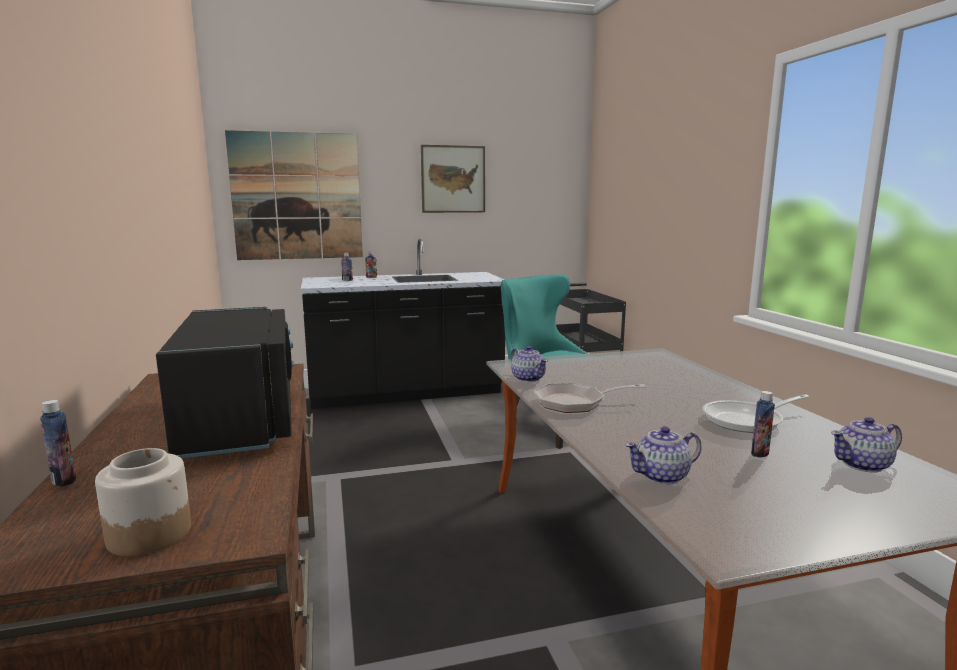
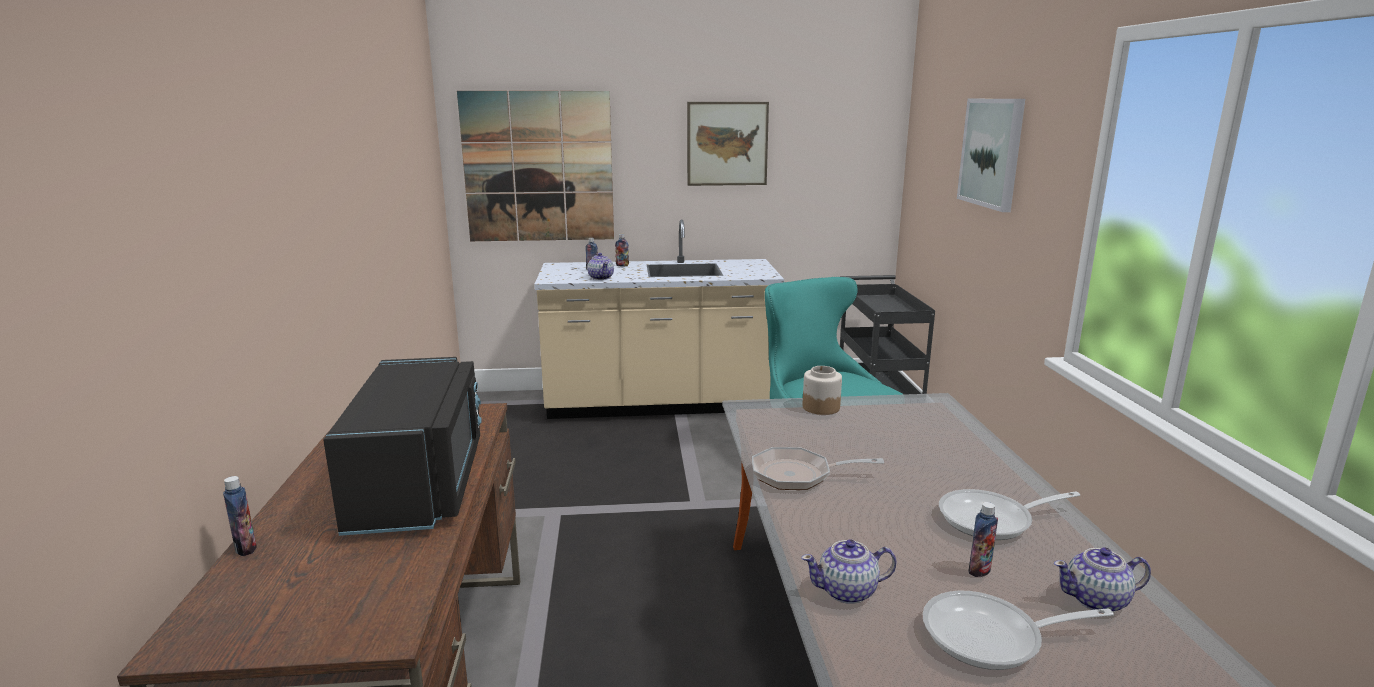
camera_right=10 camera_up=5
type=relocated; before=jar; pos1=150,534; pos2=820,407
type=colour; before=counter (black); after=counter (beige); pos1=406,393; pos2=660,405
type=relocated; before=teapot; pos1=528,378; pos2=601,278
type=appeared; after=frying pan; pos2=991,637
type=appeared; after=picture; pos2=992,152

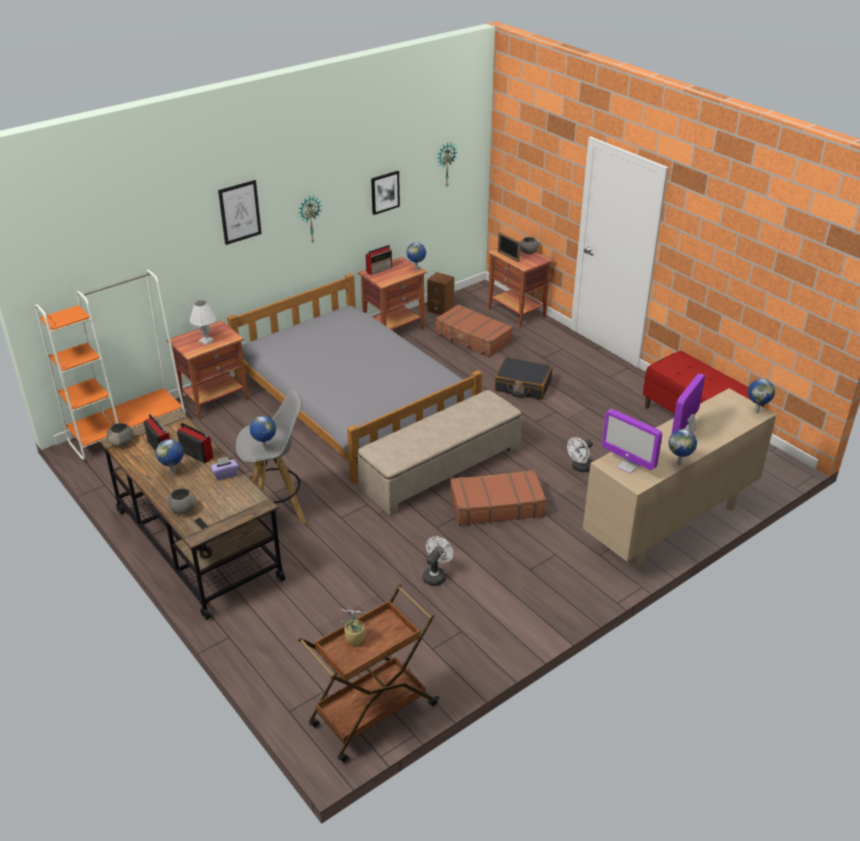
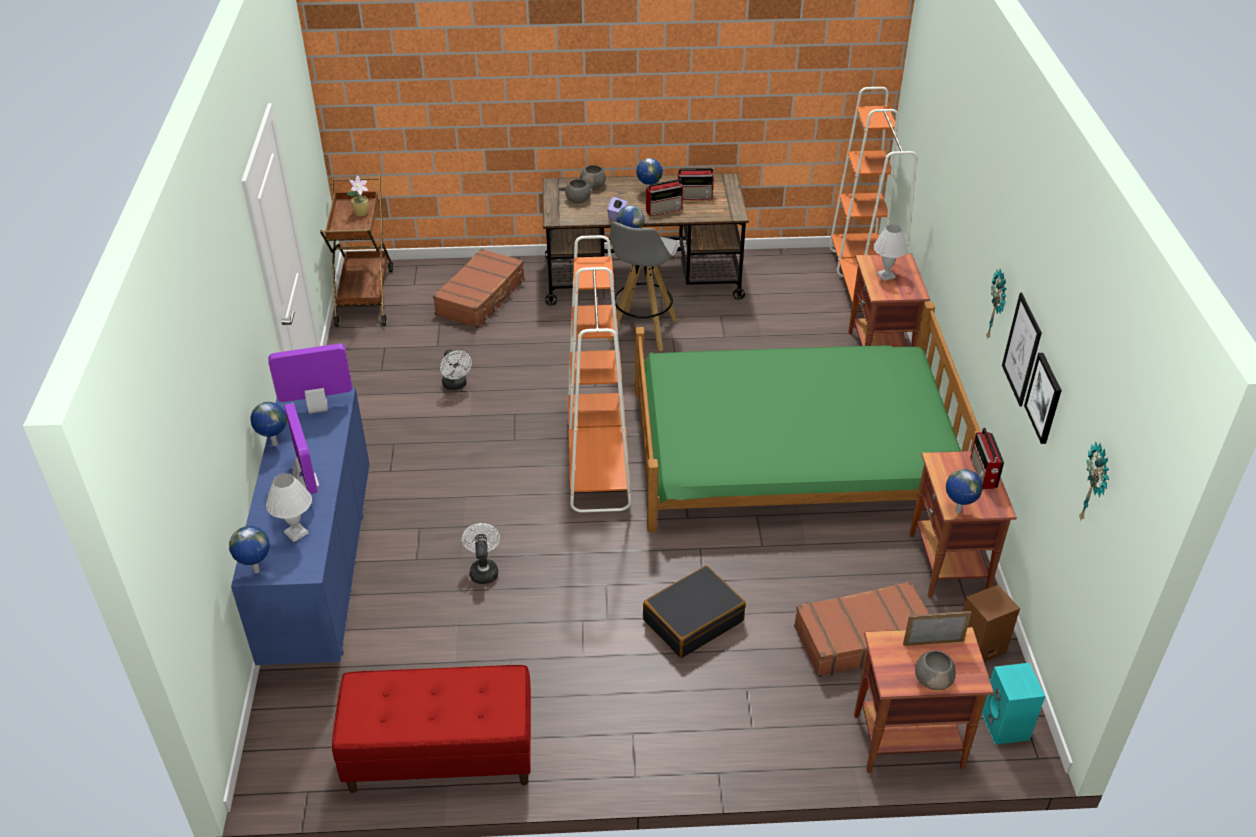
camera_right=125 camera_up=5
type=relocated; before=bowl (grey); pos1=122,443; pos2=578,200
type=relocated; before=picture; pos1=240,212; pos2=1022,349
type=colour; before=bed (grey); after=bed (green); pos1=355,401; pos2=790,452
type=exchanged; before=bench (beige); after=clothes rack (orange); pos1=441,468; pos2=598,460
type=relocated; before=suitcase (brown); pos1=496,506; pos2=481,297
type=colour; before=dresser (beige); after=dresser (blue); pos1=670,524; pos2=322,583
type=appeared; after=table lamp (white); pos2=296,532
type=appeared; after=speaker (turquoise); pos2=1006,726

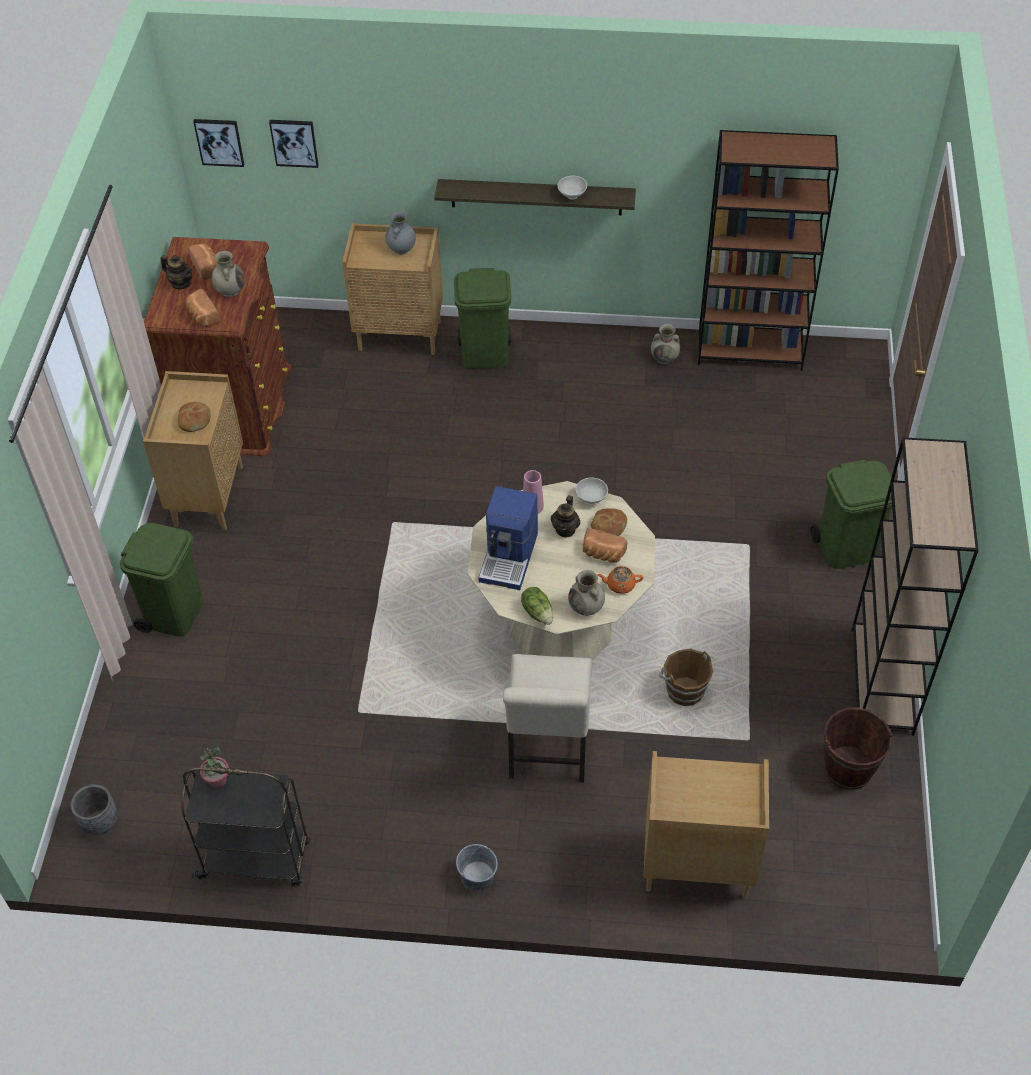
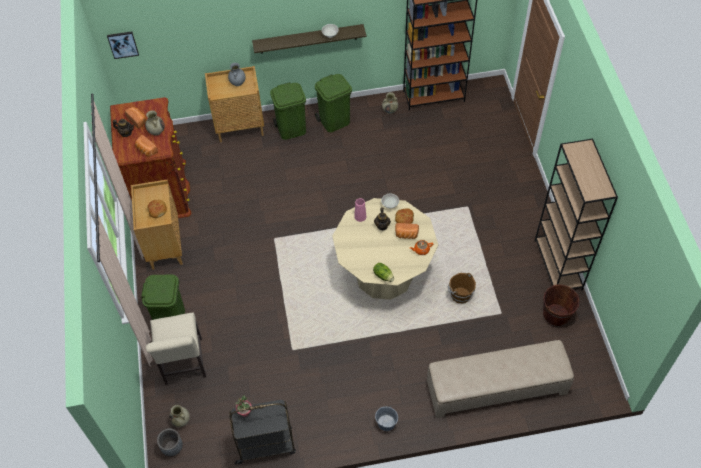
camera_right=-15 camera_up=5
type=missing; before=picture; pos1=294,142
type=missing; before=coffee machine; pos1=509,557
type=relocated; before=chair (beige); pos1=547,751; pos2=183,365
type=relocated; before=vase (beige); pos1=586,608; pos2=181,420
type=exchanged; before=cabinet (brown); after=bench (beige); pos1=696,866; pos2=496,387
type=relocated; before=trash can (green); pos1=847,548; pos2=335,121

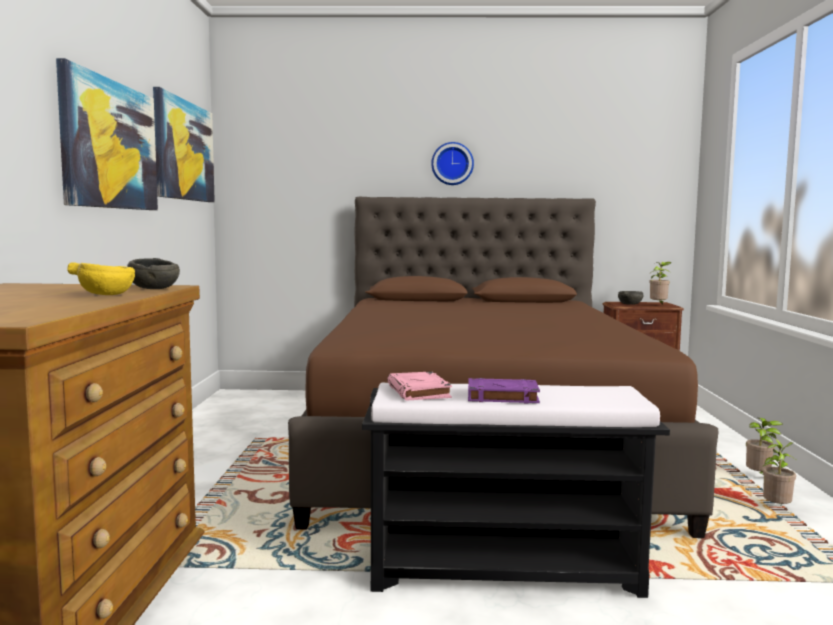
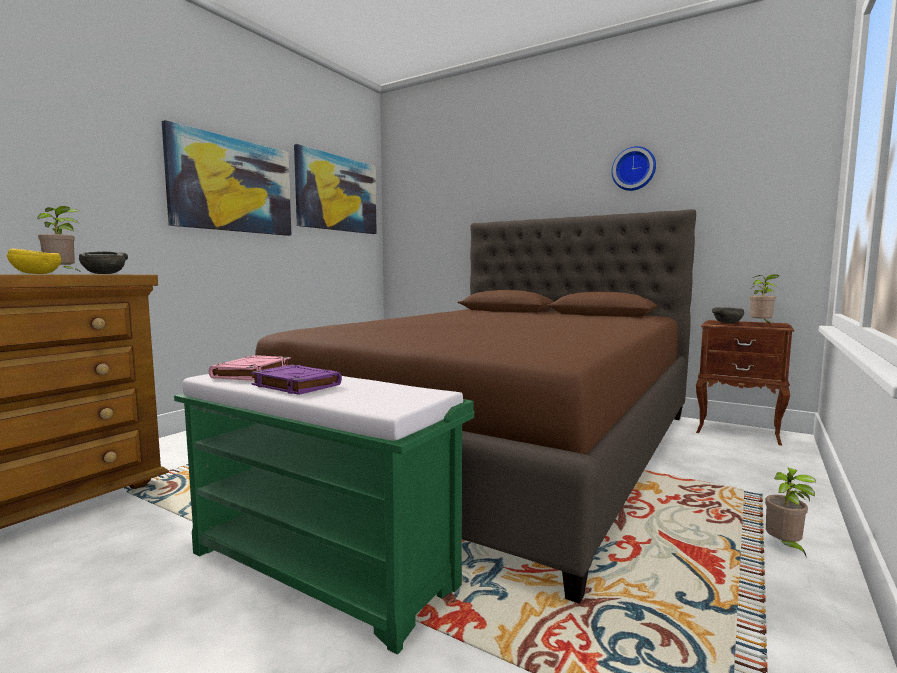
camera_right=30 camera_up=0
type=colour; before=bench (black); after=bench (green); pos1=506,569; pos2=322,569
type=relocated; before=wall clock; pos1=452,164; pos2=634,169
type=relocated; before=potted plant; pos1=776,508; pos2=62,274

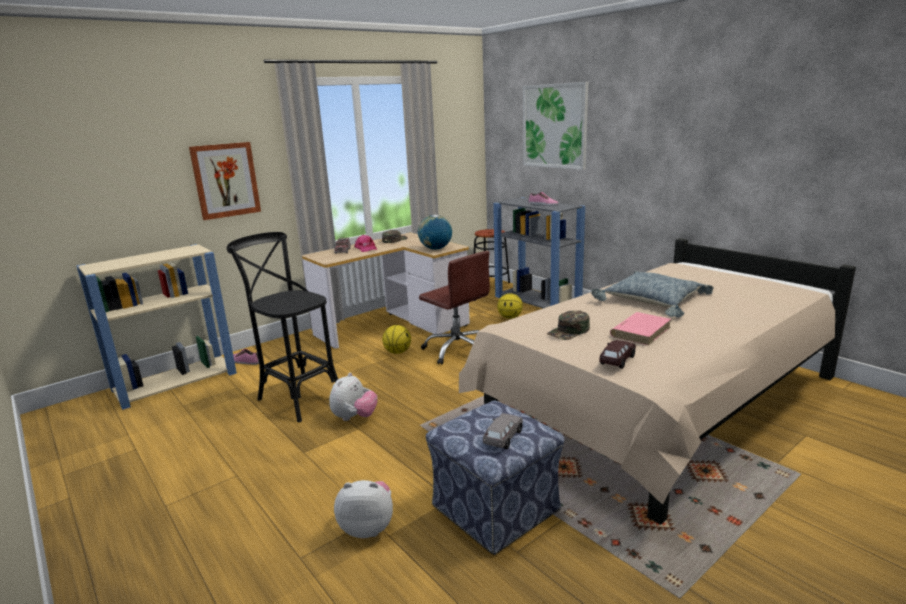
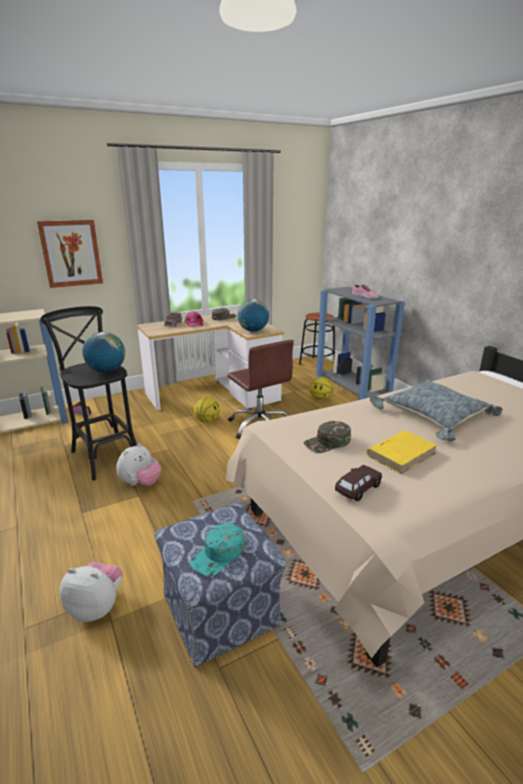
camera_right=10 camera_up=5
type=exchanged; before=toy car (grey); after=cap (turquoise); pos1=503,438; pos2=219,554
type=missing; before=picture; pos1=554,126
type=colour; before=book (pink); after=book (yellow); pos1=640,331; pos2=401,453
type=appeared; after=globe; pos2=107,371

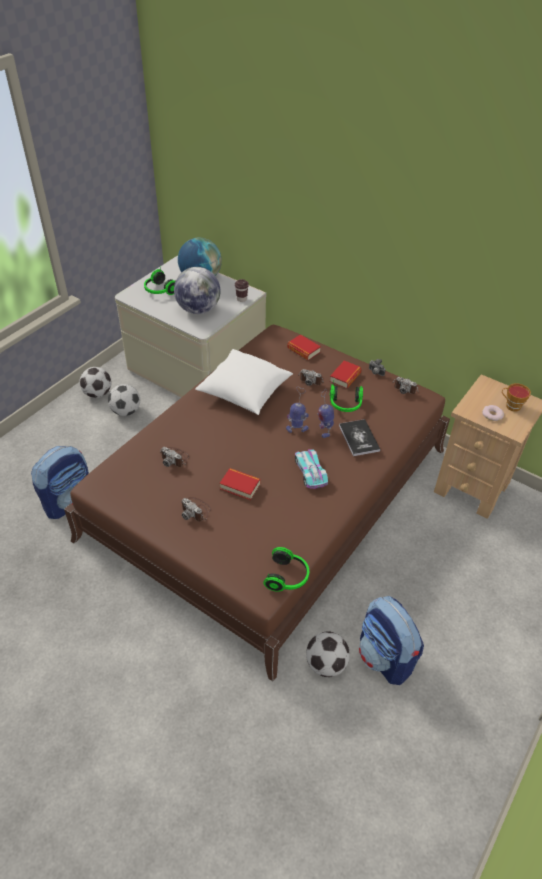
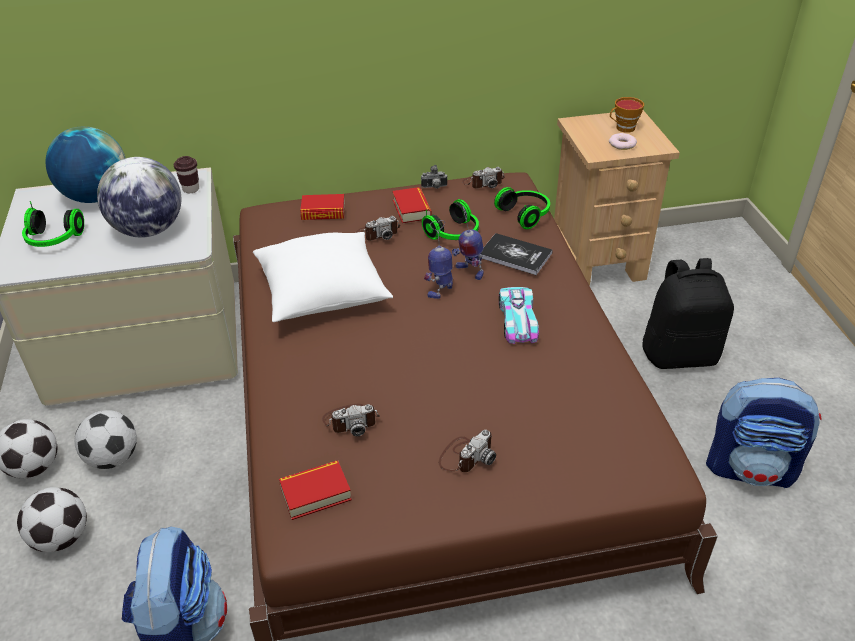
camera_right=-45 camera_up=-5
type=spun; before=photo camera; pos1=196,510; pos2=466,455; turn=-45
type=relocated; before=book; pos1=240,486; pos2=315,493
type=relocated; before=headphones; pos1=287,577; pos2=525,214
type=spun; before=toy car; pos1=310,471; pos2=518,320; turn=-120
type=relocated; before=football; pos1=325,664; pos2=61,538
type=appeared; after=backpack (black); pos2=679,354

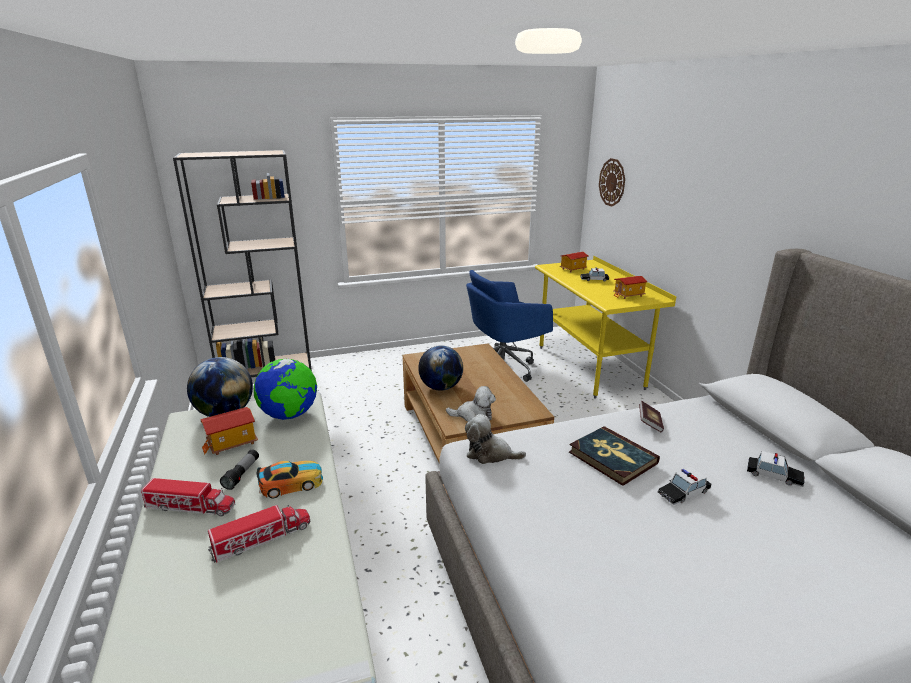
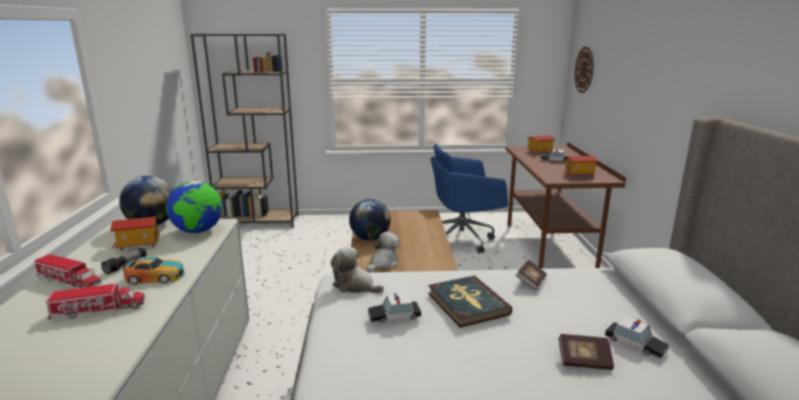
camera_right=15 camera_up=-5
type=spun; before=plush toy; pos1=473,416; pos2=383,263; turn=-75
type=colour; before=desk (yellow); after=desk (brown); pos1=589,367; pos2=549,248
type=relocated; before=toy car; pos1=683,492; pos2=394,316
type=appeared; after=book; pos2=584,361

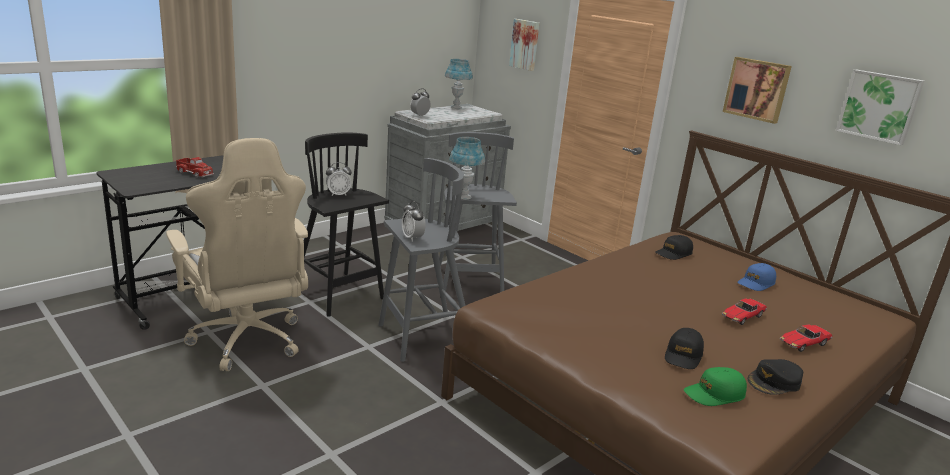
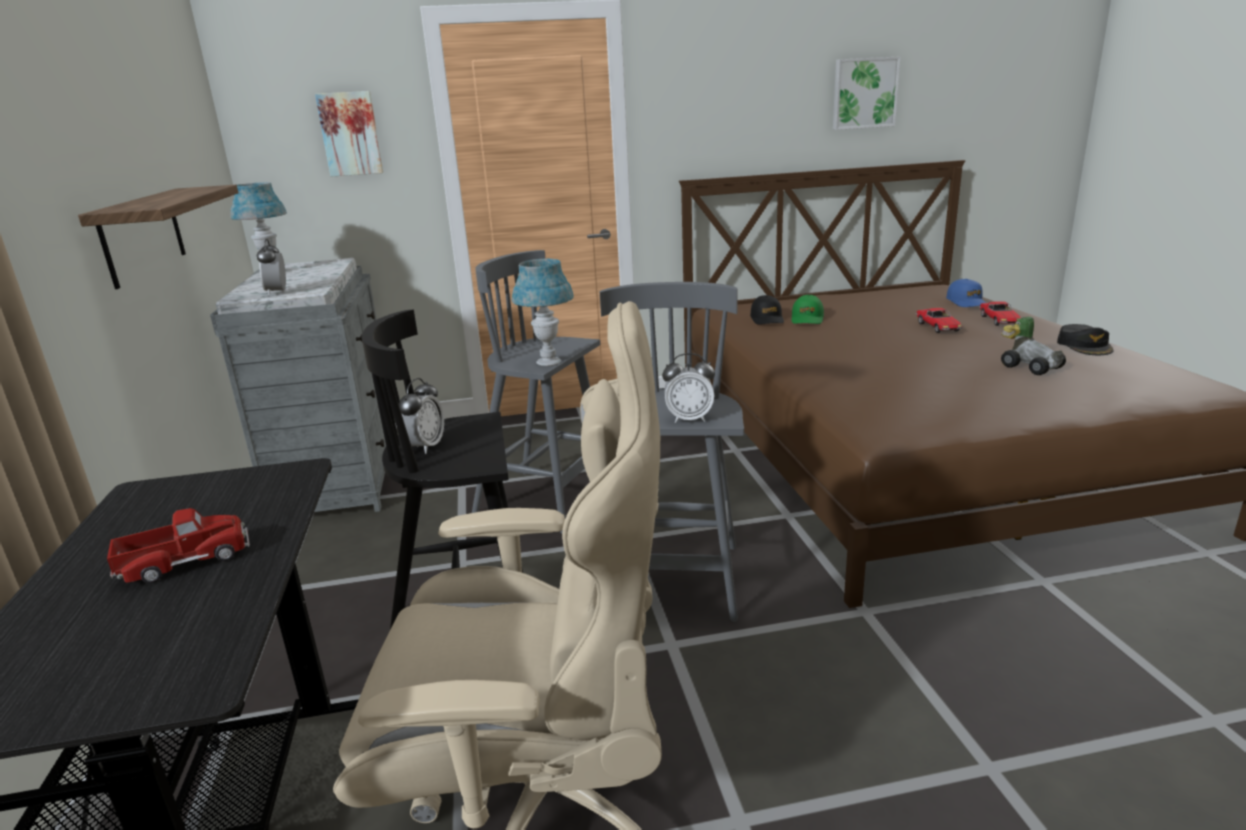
camera_right=-55 camera_up=0
type=exchanged; before=cap (black); after=toy car; pos1=683,355; pos2=1029,366
type=relocated; before=cap (green); pos1=714,394; pos2=807,319
type=missing; before=picture; pos1=757,89
type=relocated; before=cap (blue); pos1=756,283; pos2=967,302
type=appeared; after=shelf; pos2=143,235

